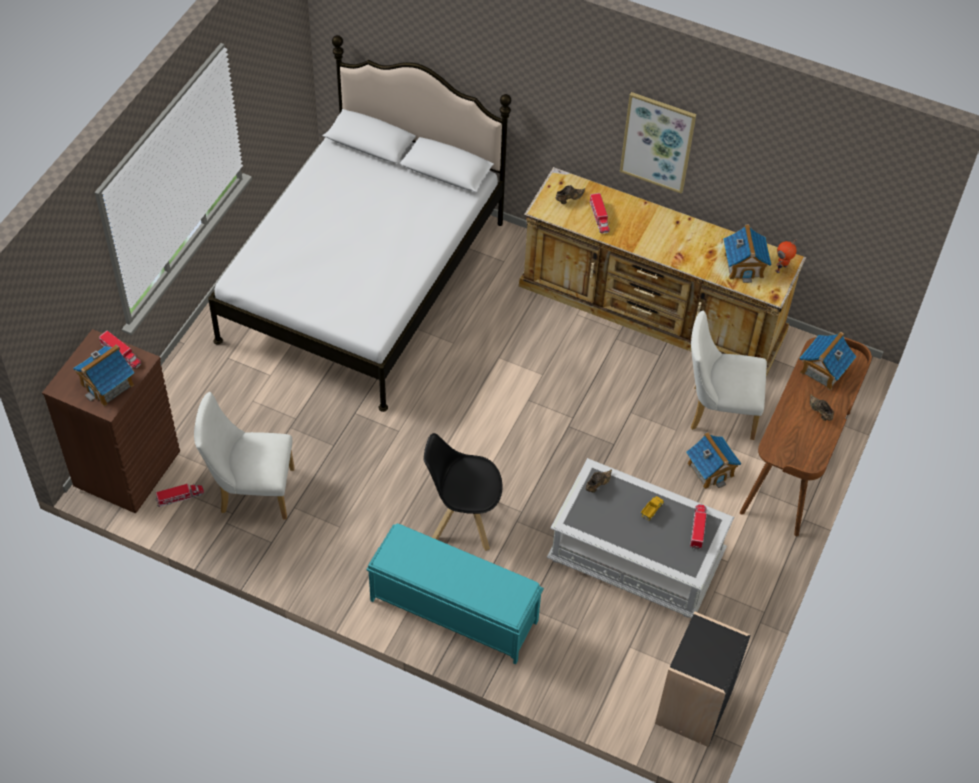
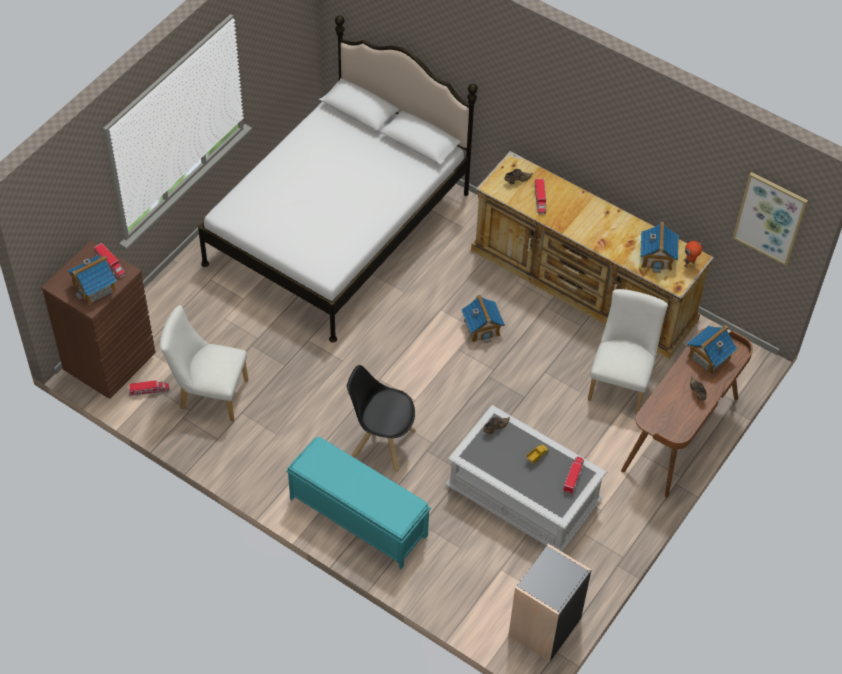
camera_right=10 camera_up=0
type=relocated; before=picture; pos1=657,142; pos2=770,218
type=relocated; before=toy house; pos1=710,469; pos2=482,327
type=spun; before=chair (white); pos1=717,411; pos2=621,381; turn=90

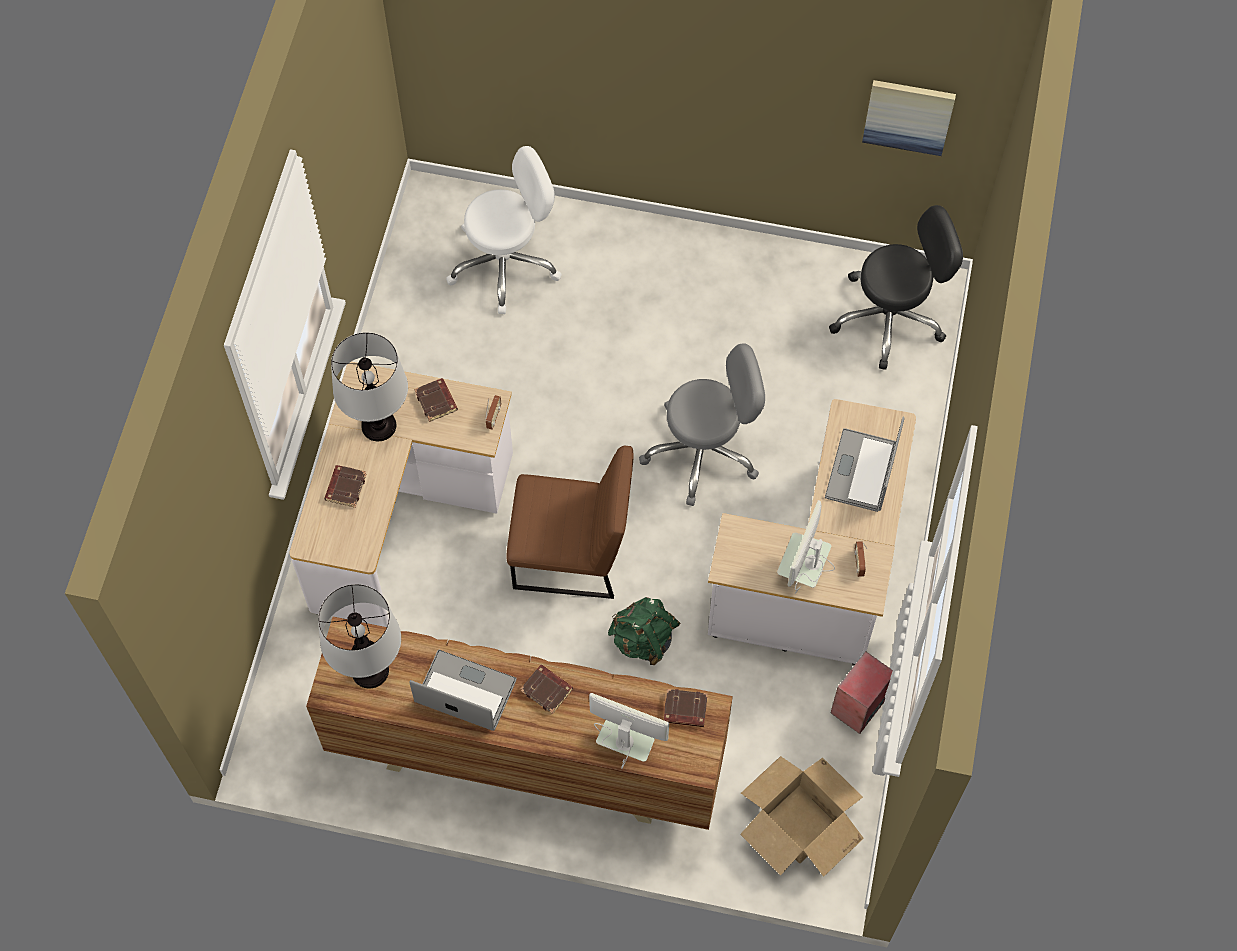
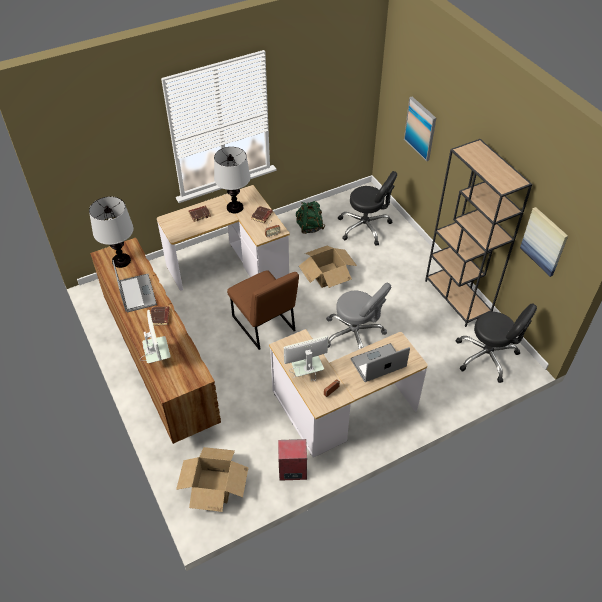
camera_right=50 camera_up=-15
type=colour; before=office chair (white); after=office chair (black); pos1=508,261; pos2=367,228
type=relocated; before=backpack (green); pos1=643,640; pos2=309,227
type=missing; before=book (brown); pos1=684,710
type=appeared; after=cardboard box; pos2=327,275
type=appeared; after=picture; pos2=420,128
type=appeared; after=bookcase; pos2=458,298

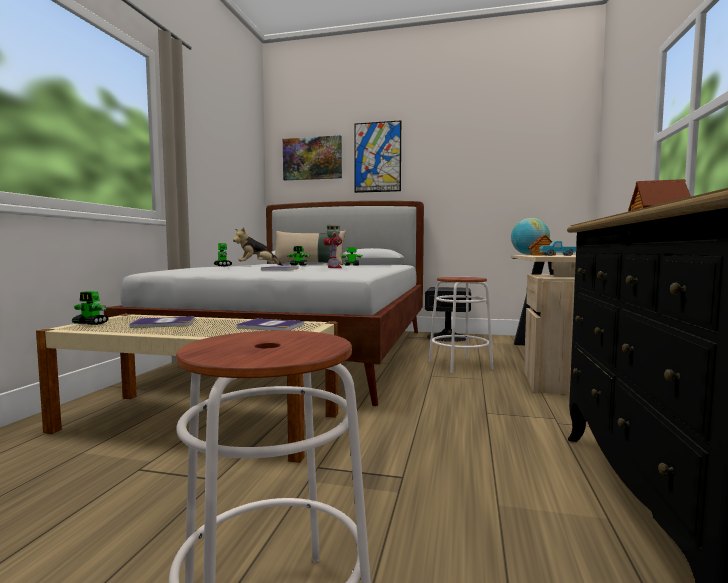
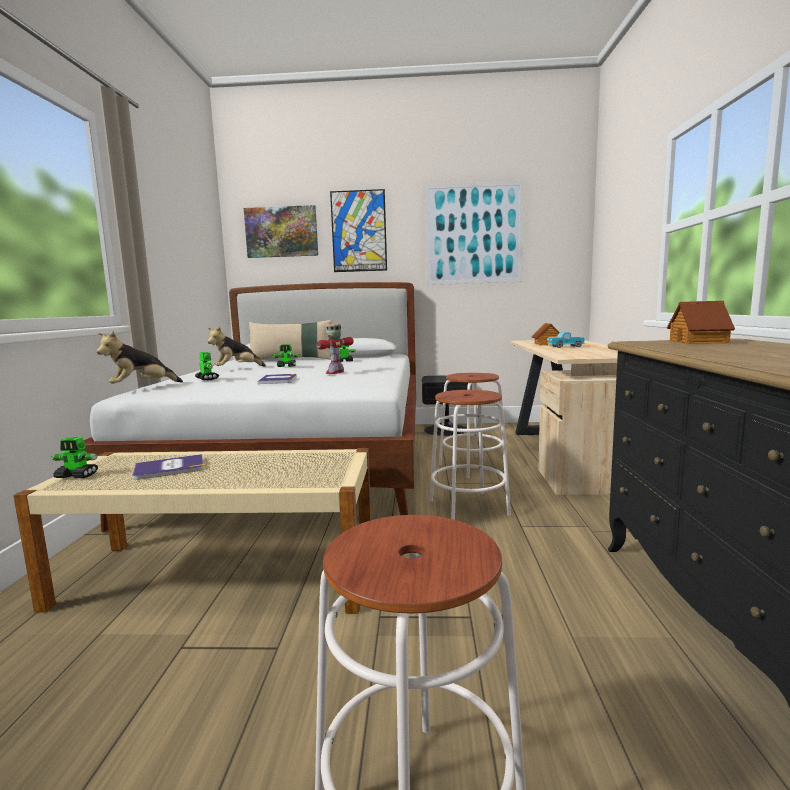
camera_right=-10 camera_up=5
type=missing; before=book; pos1=270,326
type=spun; before=toy robot; pos1=334,268; pos2=335,372; turn=-120
type=missing; before=globe; pos1=529,254
type=appeared; after=plush toy; pos2=141,387
type=appeared; after=picture; pos2=474,234
type=appeared; after=stool (white); pos2=468,507

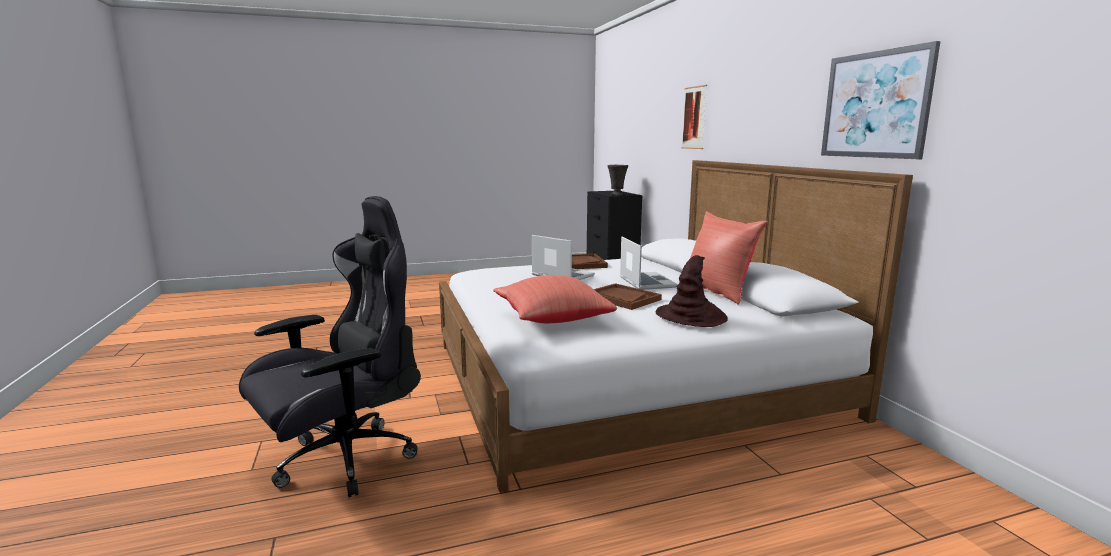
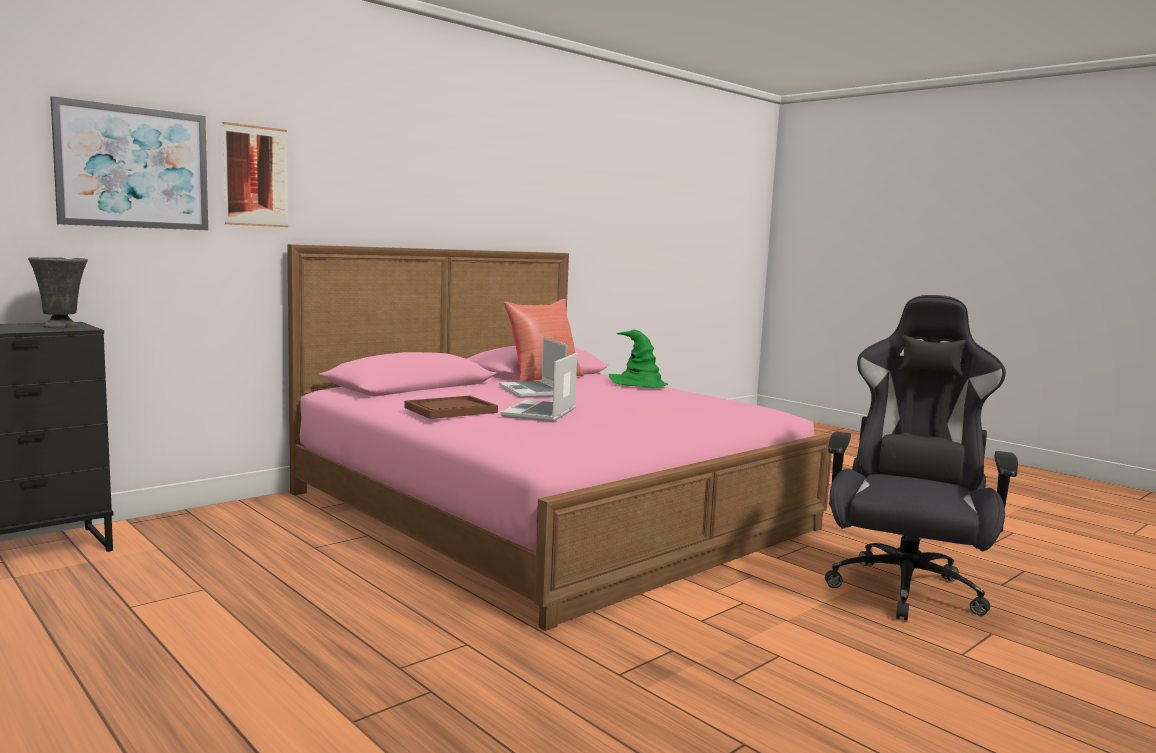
camera_right=-115 camera_up=-5
type=spun; before=office chair (black); pos1=338,463; pos2=905,595; turn=90
type=colour; before=bed (white); after=bed (pink); pos1=626,377; pos2=550,510
type=missing; before=pillow (red); pos1=551,319
type=missing; before=tray (brown); pos1=622,298
type=spun; before=laptop; pos1=646,282; pos2=533,392; turn=-75
type=colour; before=hat (brown); after=hat (green); pos1=691,316; pos2=638,384
type=relocated; before=picture; pos1=875,105; pos2=133,168

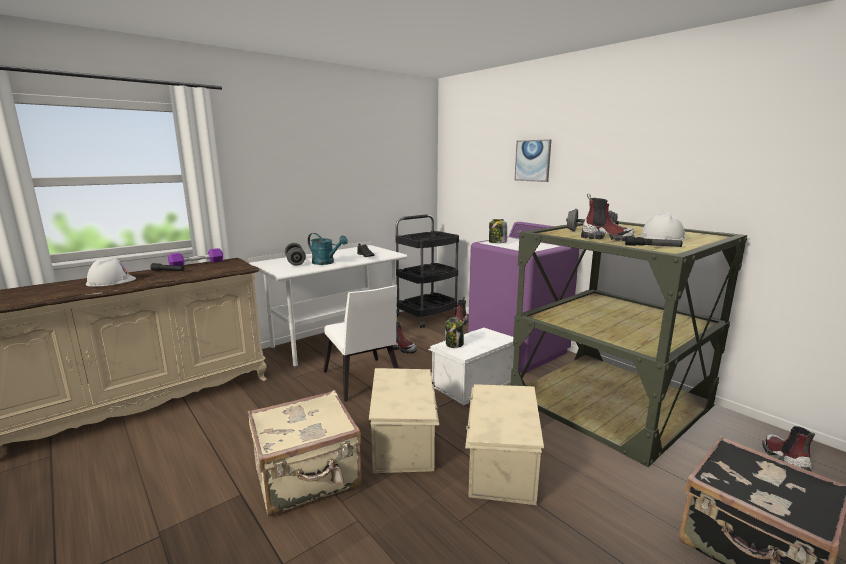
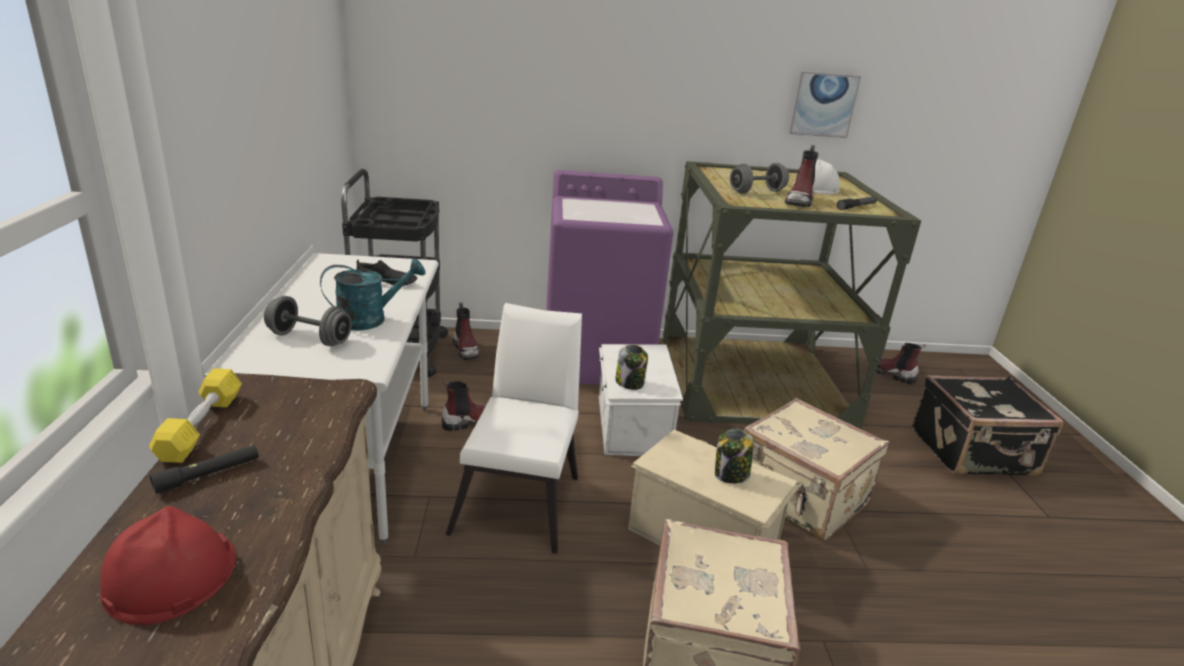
camera_right=-55 camera_up=10
type=colour; before=hard hat (white); after=hard hat (red); pos1=111,281; pos2=170,575
type=colour; before=dumbbell (purple); after=dumbbell (yellow); pos1=197,264; pos2=201,427
type=spun; before=chair (white); pos1=363,381; pos2=521,498; turn=-90
type=exchanged; before=storage box (beige); after=suitcase (beige); pos1=499,465; pos2=800,498
type=relocated; before=jar; pos1=497,242; pos2=731,475
type=relocated; before=picture; pos1=533,160; pos2=823,104
type=spun; before=boot; pos1=606,238; pos2=799,201; turn=135

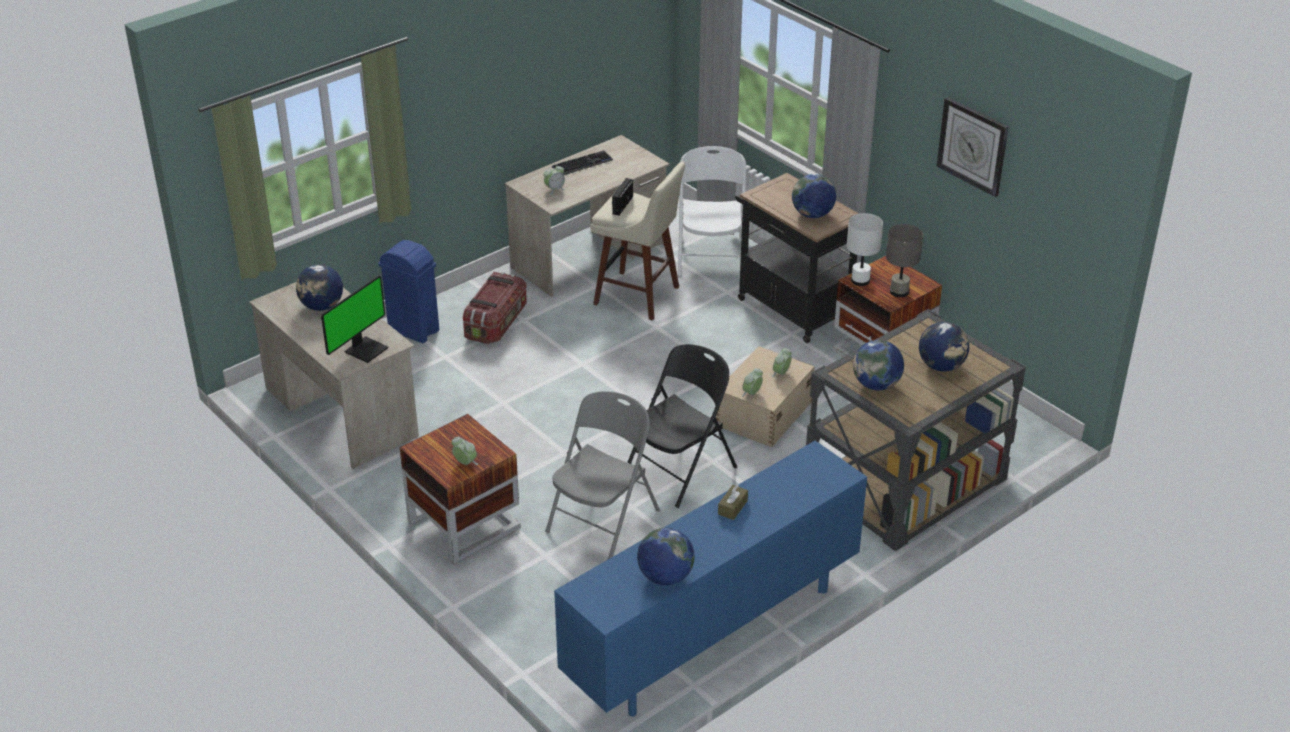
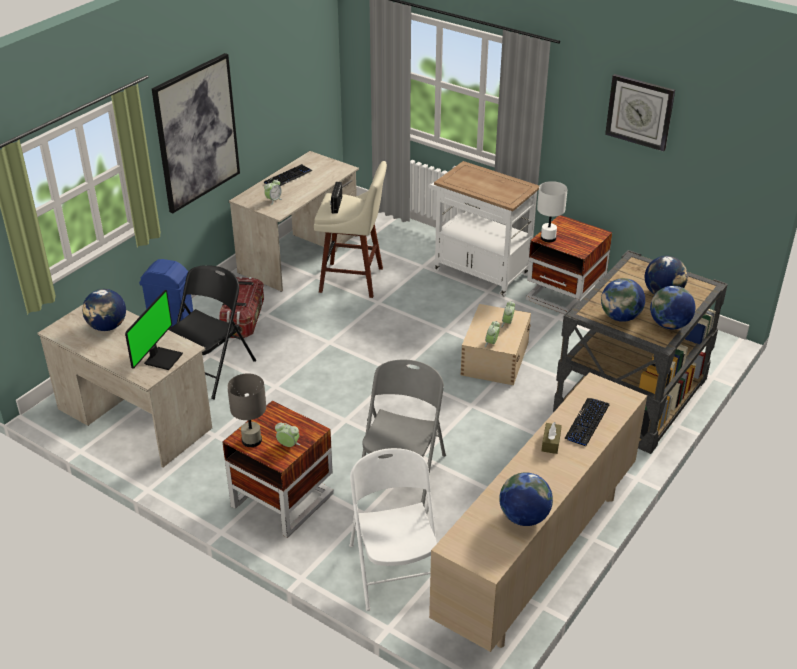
camera_right=-15 camera_up=0
type=colour; before=cabinet (blue); after=cabinet (beige); pos1=714,635; pos2=538,556
type=relocated; before=chair (black); pos1=680,470; pos2=211,370
type=relocated; before=chair (white); pos1=711,257; pos2=395,570
type=colour; before=cart (black); after=cart (white); pos1=791,309; pos2=478,272
type=relocated; before=globe; pos1=812,214; pos2=669,325
type=relocated; before=table lamp (grey); pos1=898,291; pos2=251,440
type=appeared; after=picture; pos2=196,133
type=appeared; after=keyboard; pos2=587,422

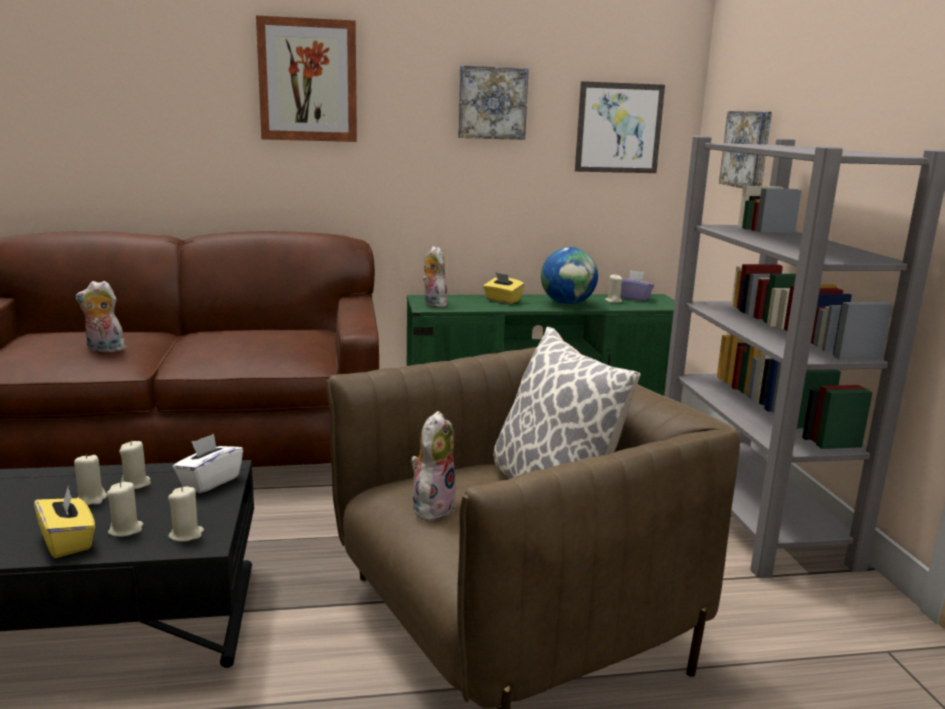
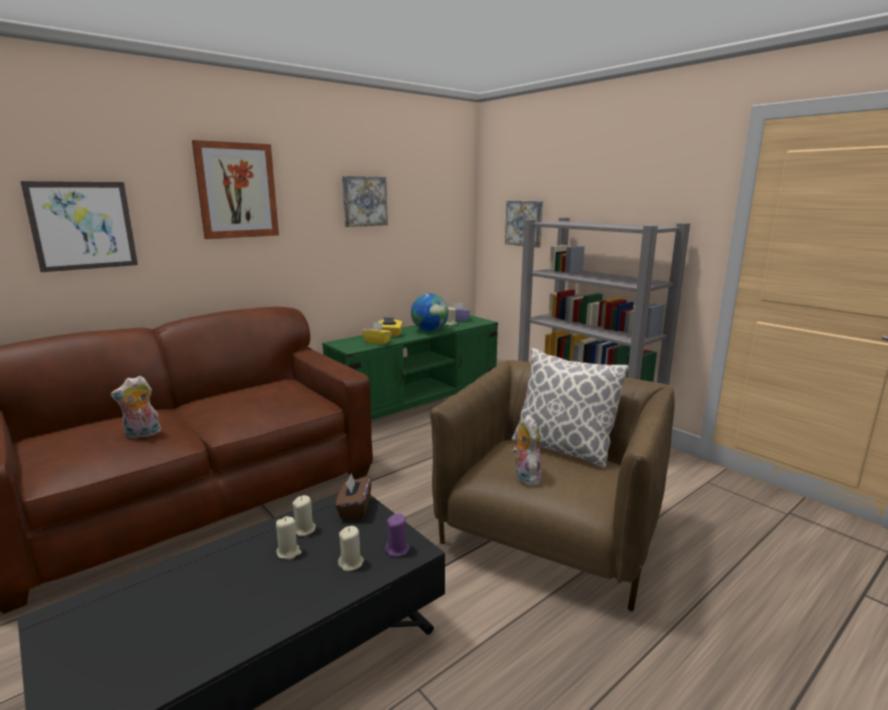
camera_right=-30 camera_up=0
type=relocated; before=tissue box (yellow); pos1=68,542; pos2=377,342
type=colour; before=candle (beige); after=candle (purple); pos1=186,534; pos2=397,549
type=colour; before=tissue box (white); after=tissue box (brown); pos1=209,481; pos2=354,509
type=missing; before=plush toy; pos1=433,304
type=relocated; before=picture; pos1=619,128; pos2=83,226

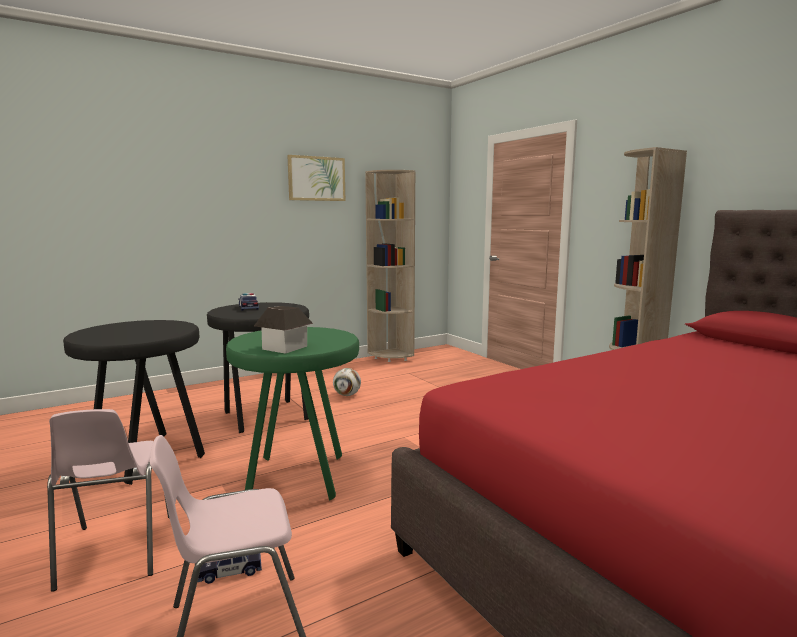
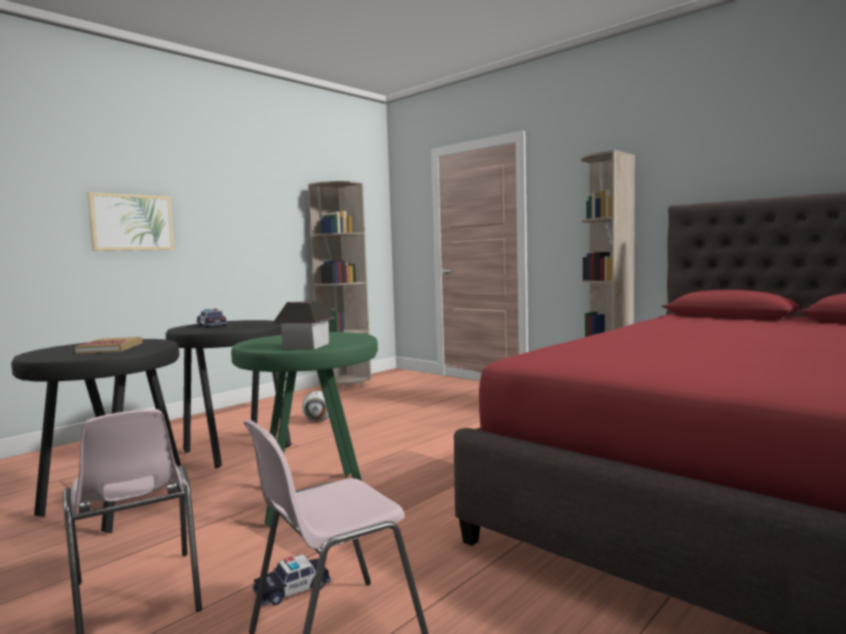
camera_right=-15 camera_up=-5
type=relocated; before=picture; pos1=316,178; pos2=132,222
type=appeared; after=book; pos2=110,348

